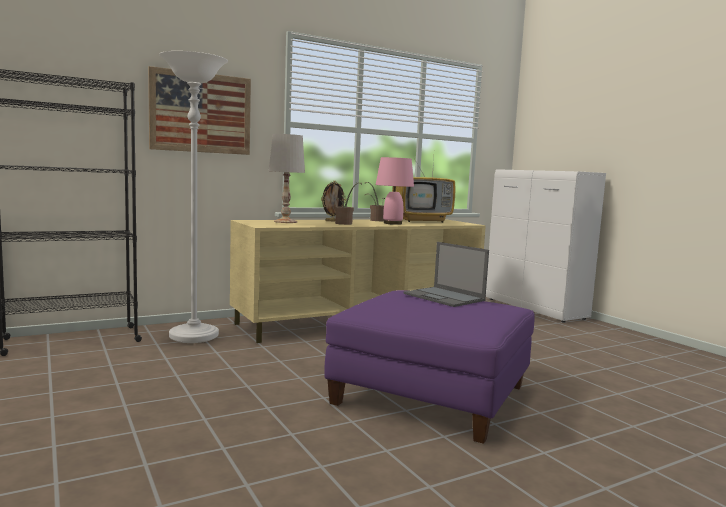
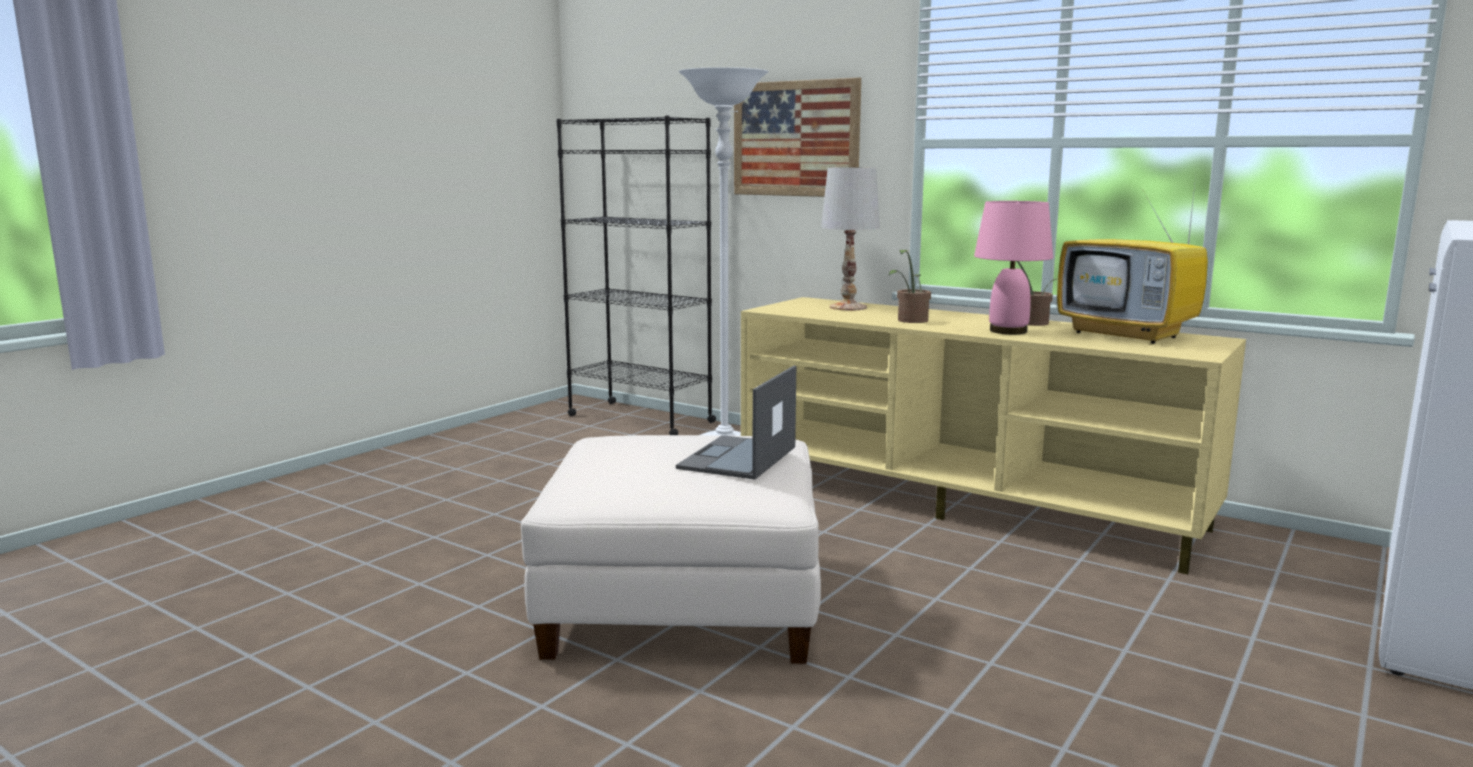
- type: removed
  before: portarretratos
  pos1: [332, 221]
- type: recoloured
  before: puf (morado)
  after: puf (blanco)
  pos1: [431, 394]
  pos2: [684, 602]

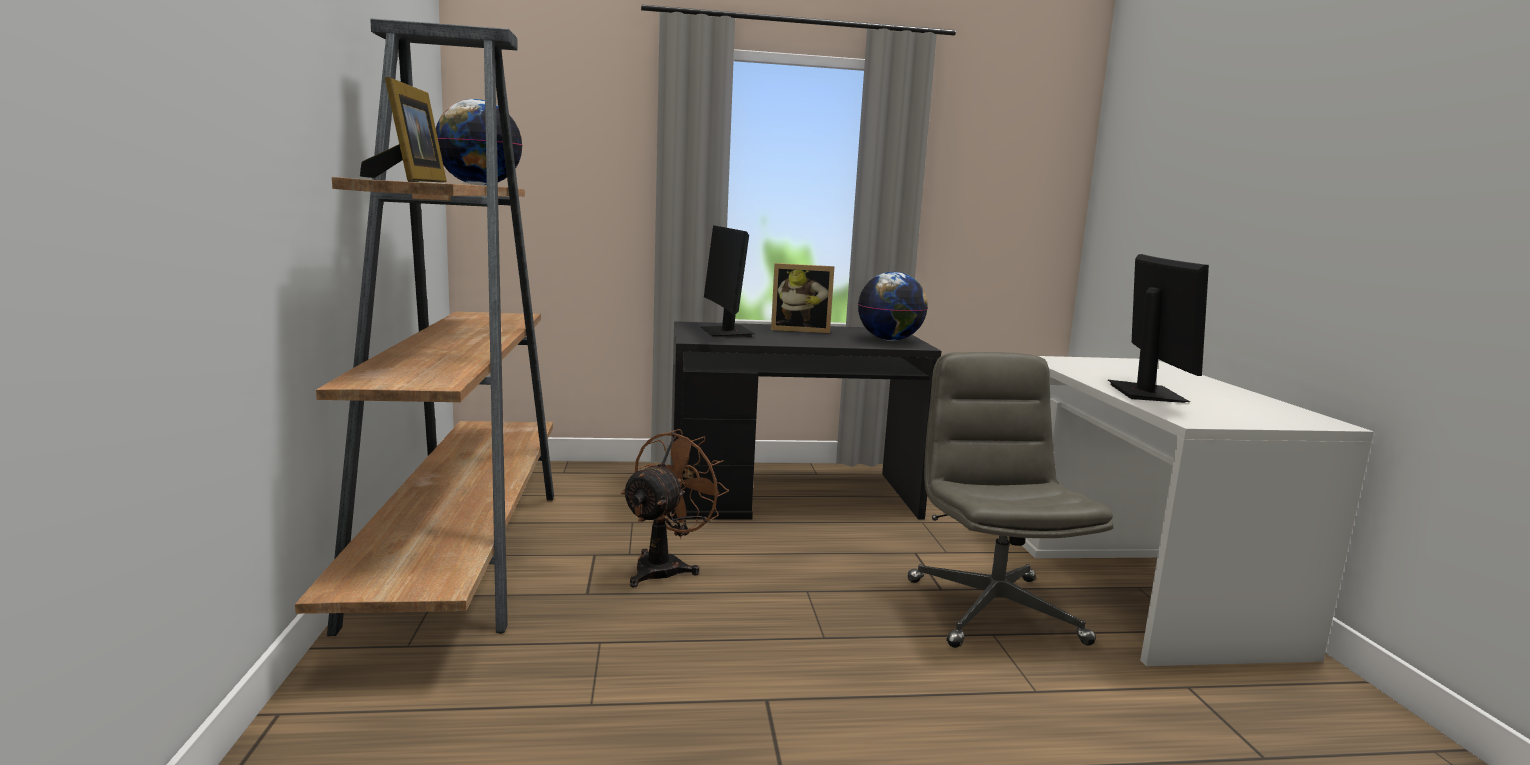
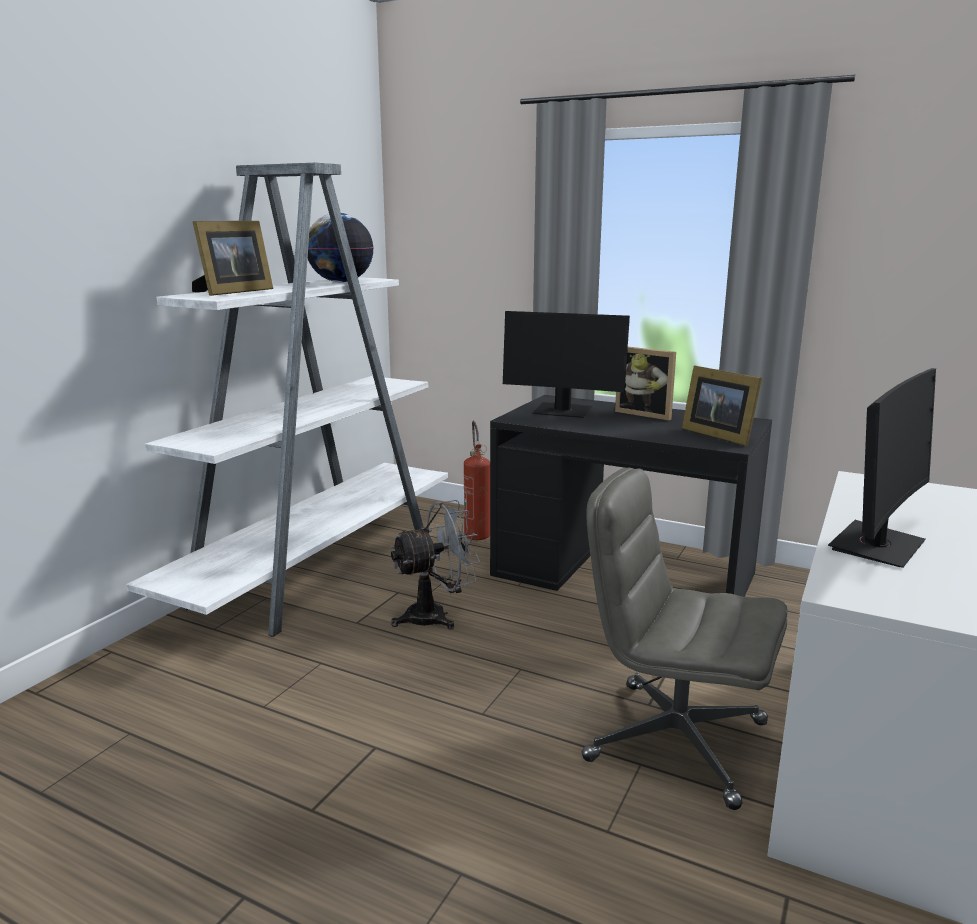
- type: added
  after: extintor
  pos2: [476, 533]
- type: replaced
  before: globo terráqueo
  after: portarretratos
  pos1: [890, 340]
  pos2: [717, 435]
- type: recoloured
  before: estantería (marrón)
  after: estantería (blanco)
  pos1: [463, 550]
  pos2: [318, 567]
- type: recoloured
  before: ventilador (marrón)
  after: ventilador (gris)
  pos1: [666, 567]
  pos2: [436, 616]
- type: turned
  before: monitor
  pos1: [726, 332]
  pos2: [562, 411]
  turn: -90
- type: turned
  before: silla de oficina (gris)
  pos1: [992, 610]
  pos2: [674, 741]
  turn: -90

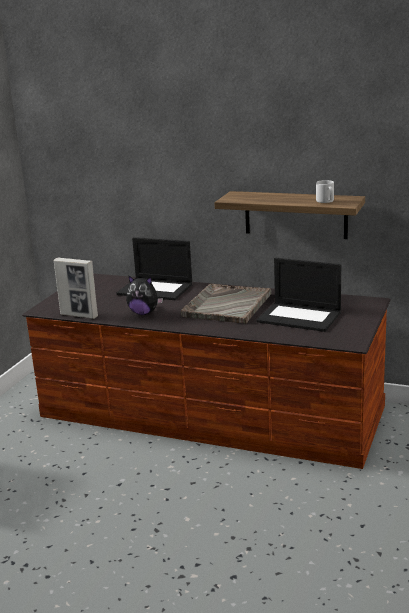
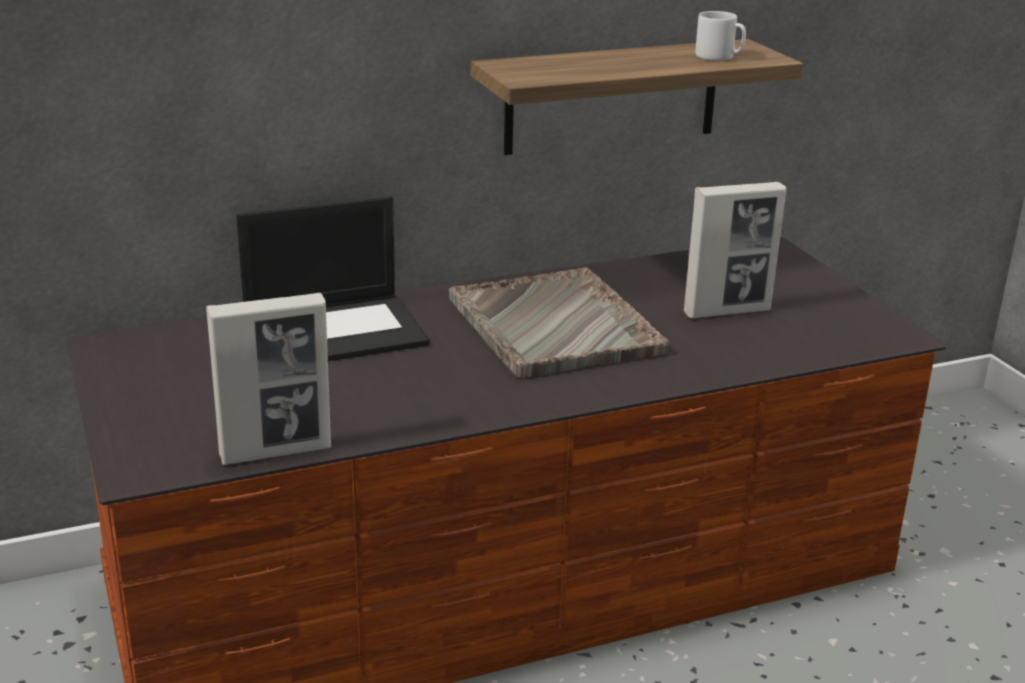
- type: removed
  before: peluche
  pos1: [144, 313]
- type: replaced
  before: portátil
  after: portarretratos
  pos1: [300, 317]
  pos2: [727, 311]

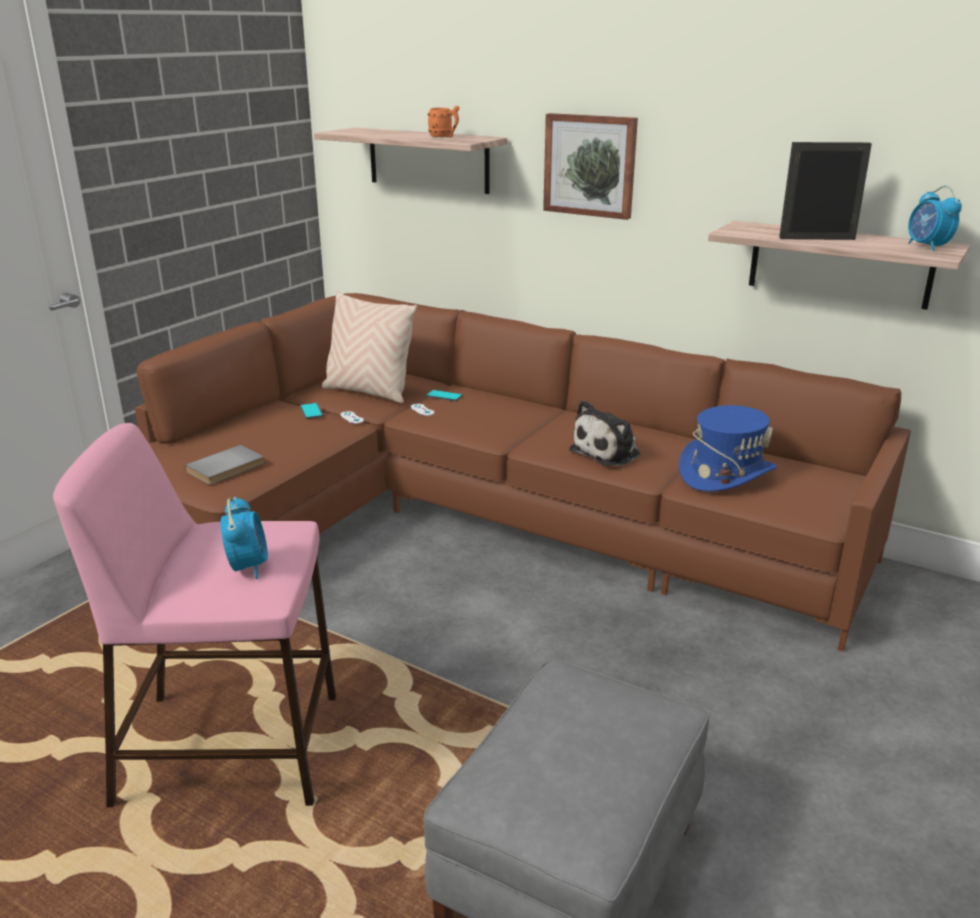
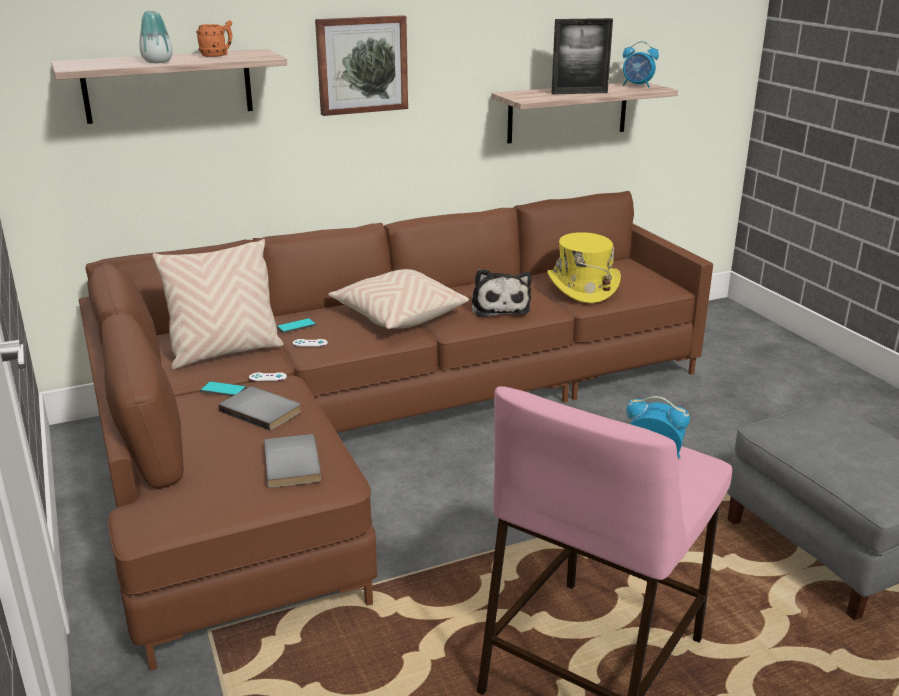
- type: added
  after: florero
  pos2: [157, 62]
- type: added
  after: libro (gris)
  pos2: [262, 410]
- type: added
  after: cojín (beis)
  pos2: [398, 316]
- type: recoloured
  before: sombrero (azul)
  after: sombrero (amarillo)
  pos1: [726, 473]
  pos2: [582, 287]
- type: turned
  before: portarretratos
  pos1: [817, 238]
  pos2: [579, 93]
  turn: -135

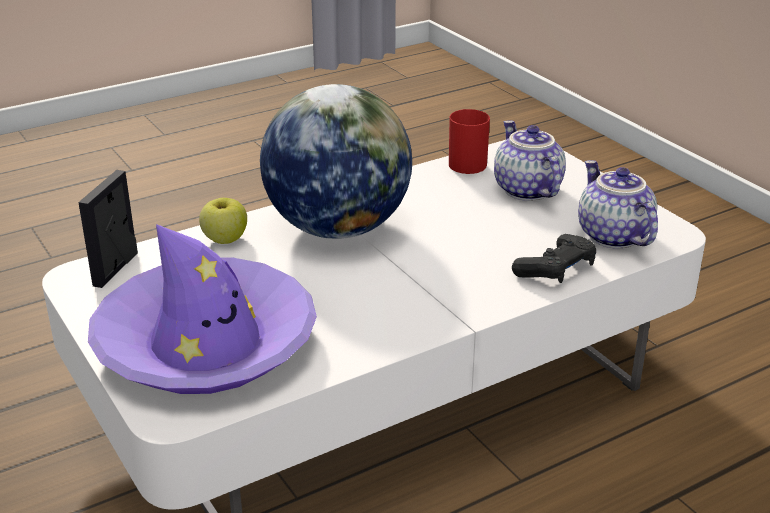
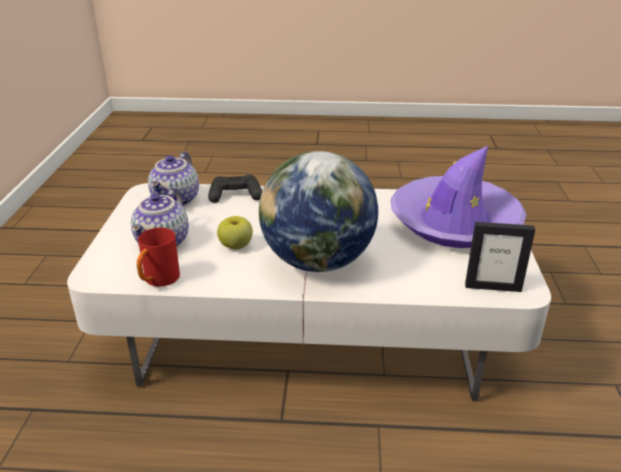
- type: moved
  before: manzana
  pos1: [225, 239]
  pos2: [236, 246]
- type: turned
  before: portarretratos
  pos1: [116, 269]
  pos2: [492, 287]
  turn: 45

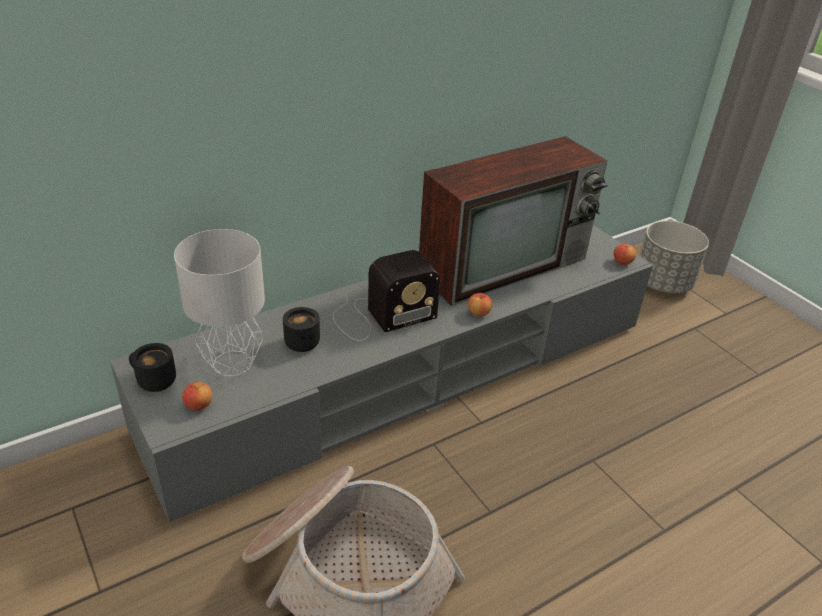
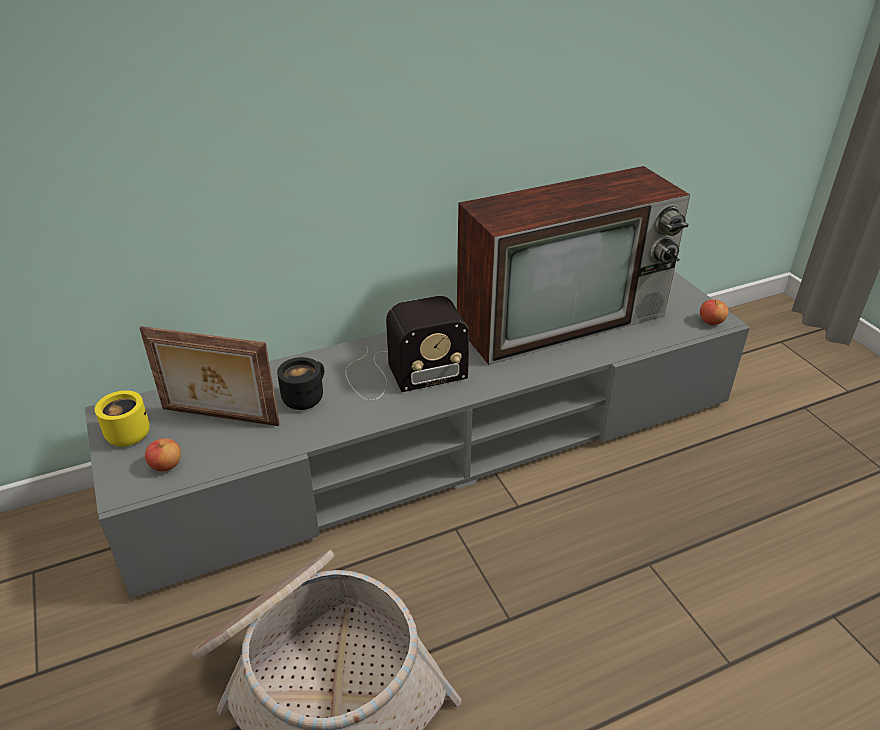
- type: removed
  before: manzana
  pos1: [478, 313]
- type: removed
  before: maceta (gris)
  pos1: [663, 283]
- type: replaced
  before: lámpara de mesa (gris)
  after: portarretratos
  pos1: [233, 362]
  pos2: [219, 418]
- type: recoloured
  before: taza grande (negro)
  after: taza grande (amarillo)
  pos1: [153, 381]
  pos2: [124, 434]

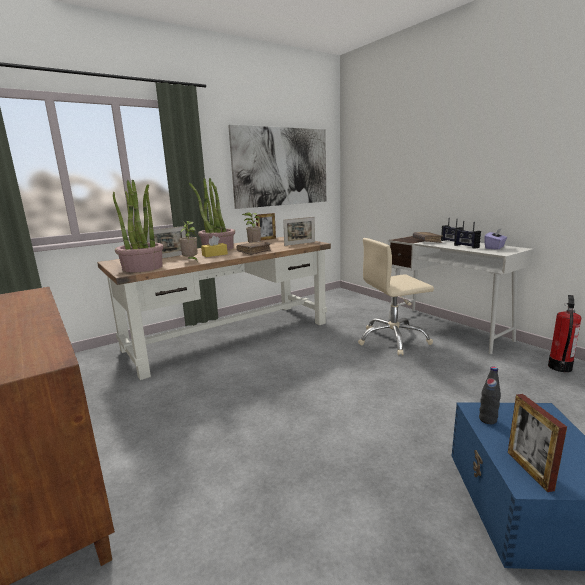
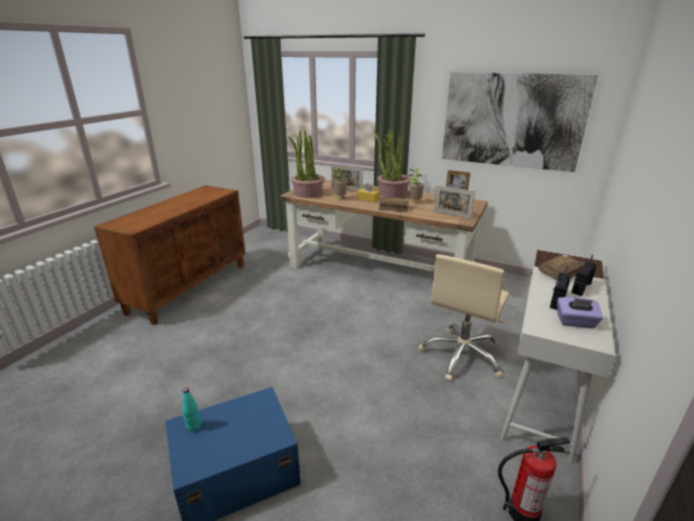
- type: removed
  before: botella (negro)
  pos1: [487, 420]
- type: replaced
  before: portarretratos
  after: botella (turquesa)
  pos1: [529, 470]
  pos2: [194, 427]
- type: turned
  before: silla de oficina (beis)
  pos1: [393, 340]
  pos2: [462, 356]
  turn: -105

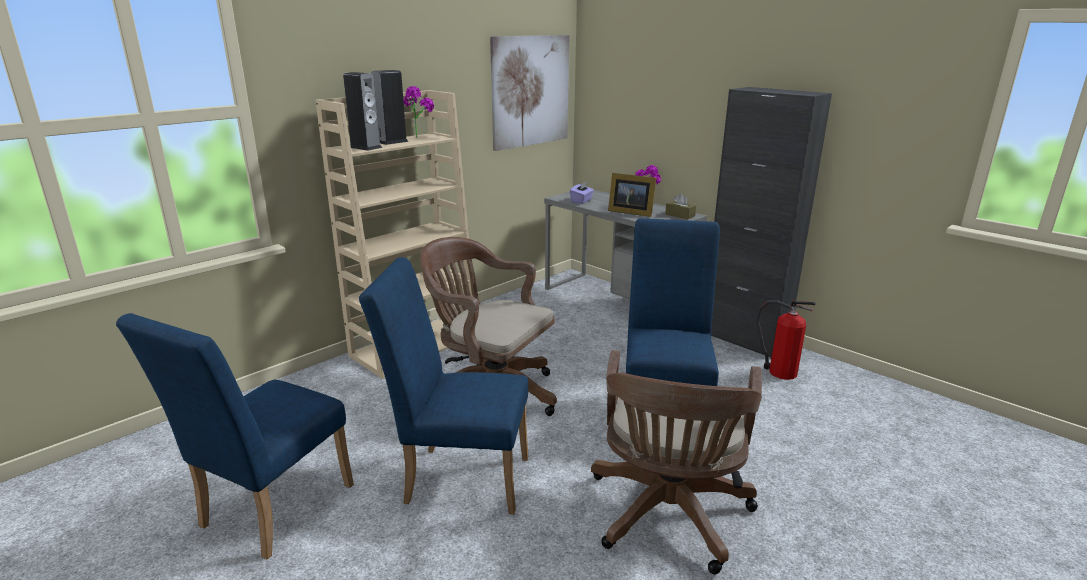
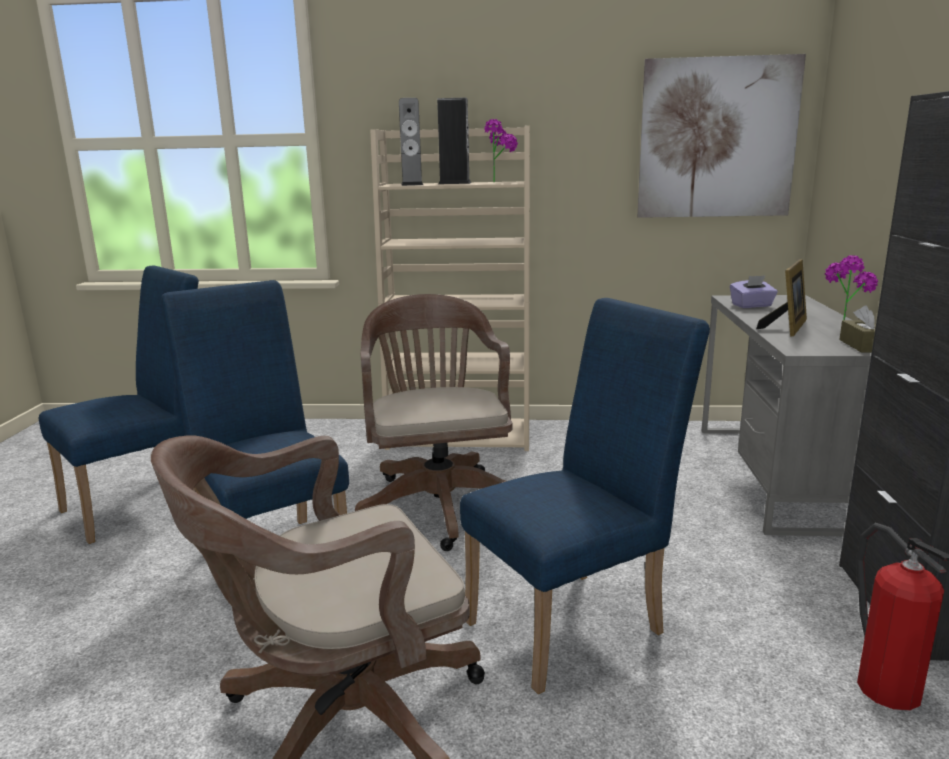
- type: turned
  before: silla (azul)
  pos1: [269, 511]
  pos2: [146, 502]
  turn: 150
- type: turned
  before: portarretratos
  pos1: [630, 212]
  pos2: [787, 327]
  turn: -135

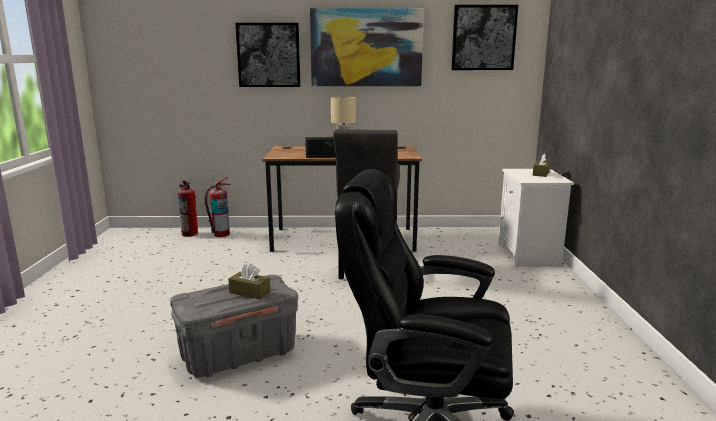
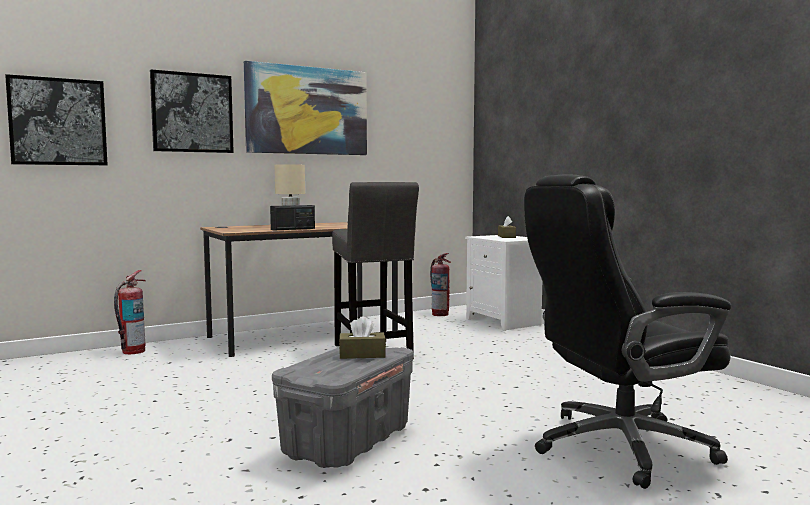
- type: moved
  before: extintor
  pos1: [190, 234]
  pos2: [440, 314]
- type: moved
  before: cuadro
  pos1: [483, 38]
  pos2: [58, 122]

